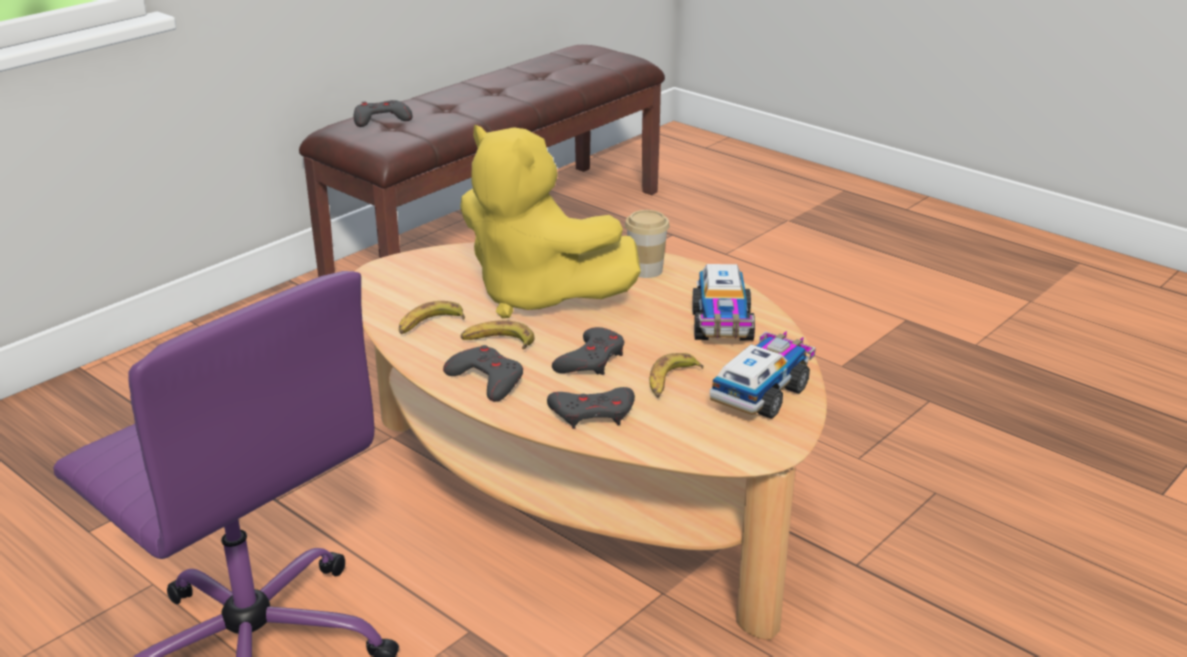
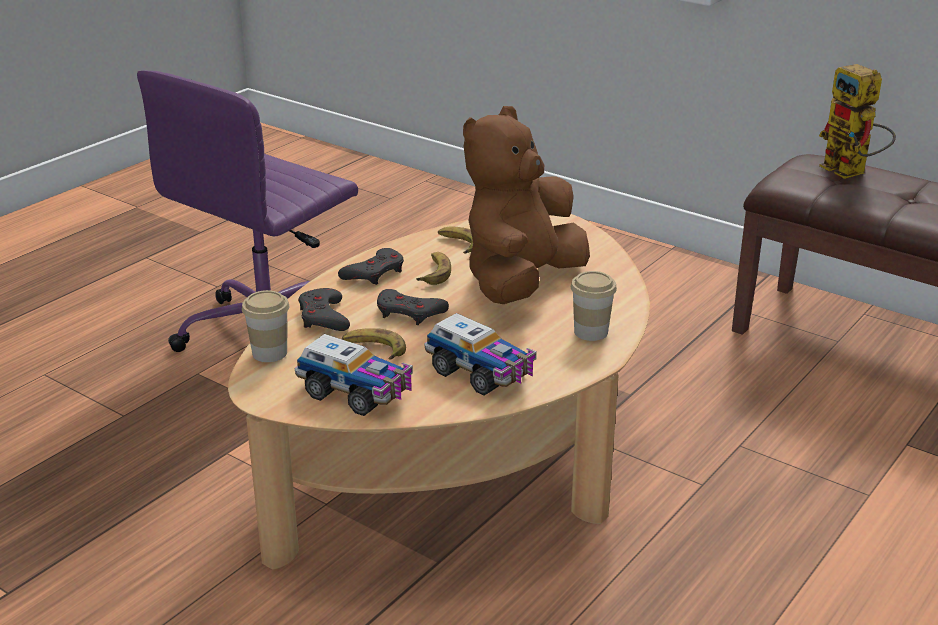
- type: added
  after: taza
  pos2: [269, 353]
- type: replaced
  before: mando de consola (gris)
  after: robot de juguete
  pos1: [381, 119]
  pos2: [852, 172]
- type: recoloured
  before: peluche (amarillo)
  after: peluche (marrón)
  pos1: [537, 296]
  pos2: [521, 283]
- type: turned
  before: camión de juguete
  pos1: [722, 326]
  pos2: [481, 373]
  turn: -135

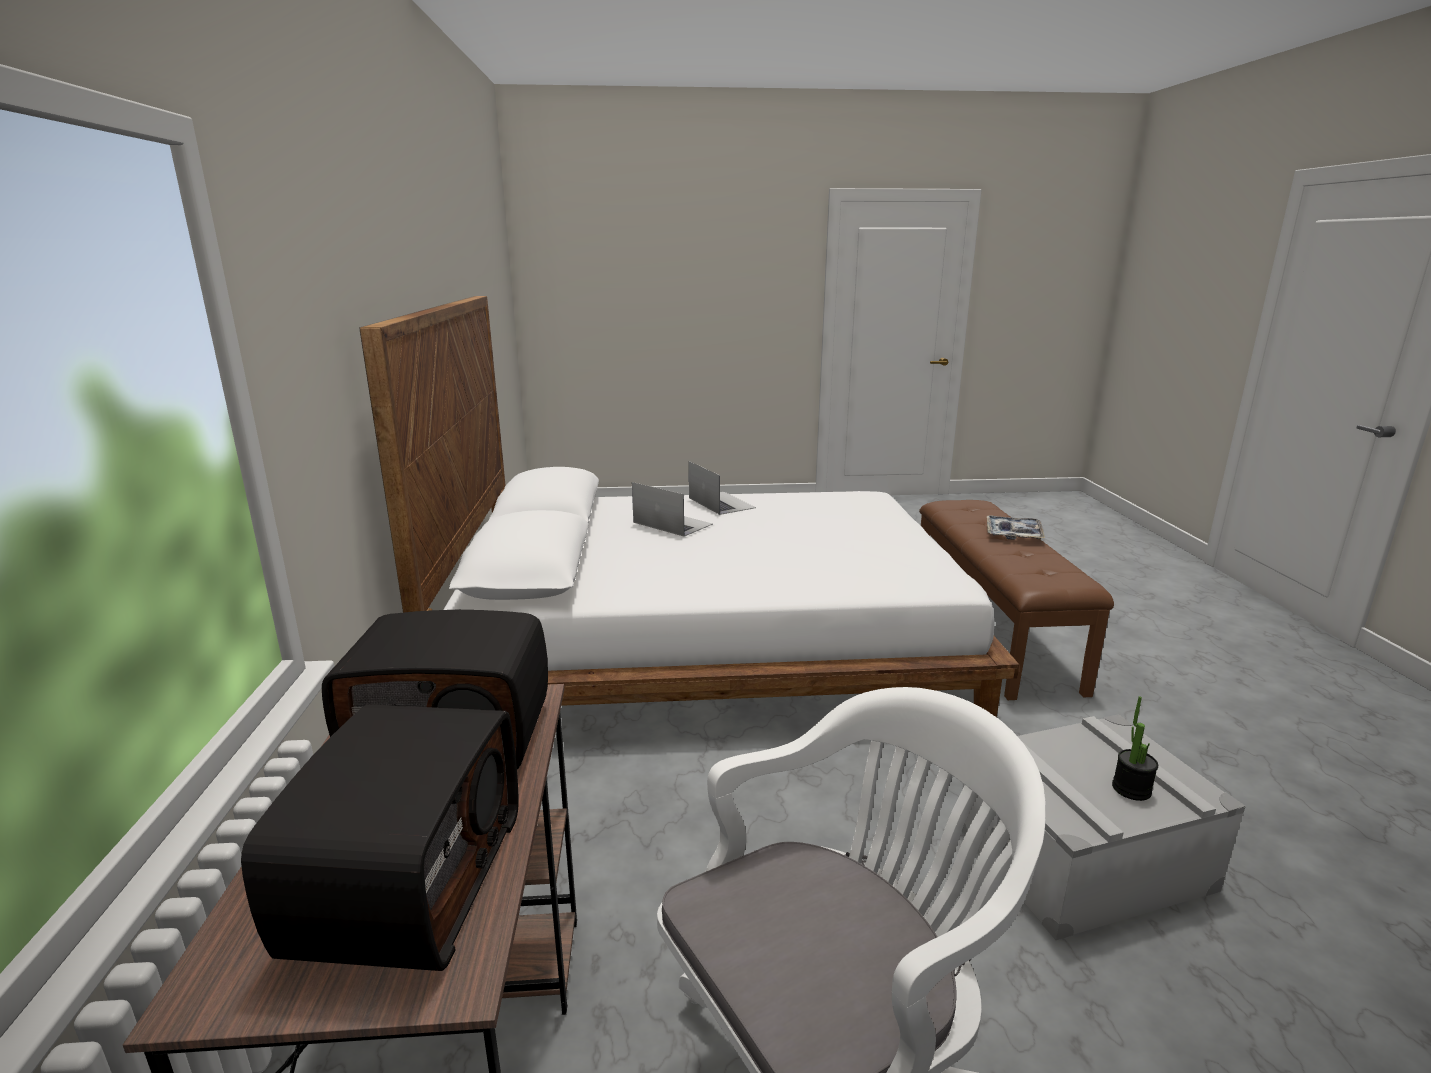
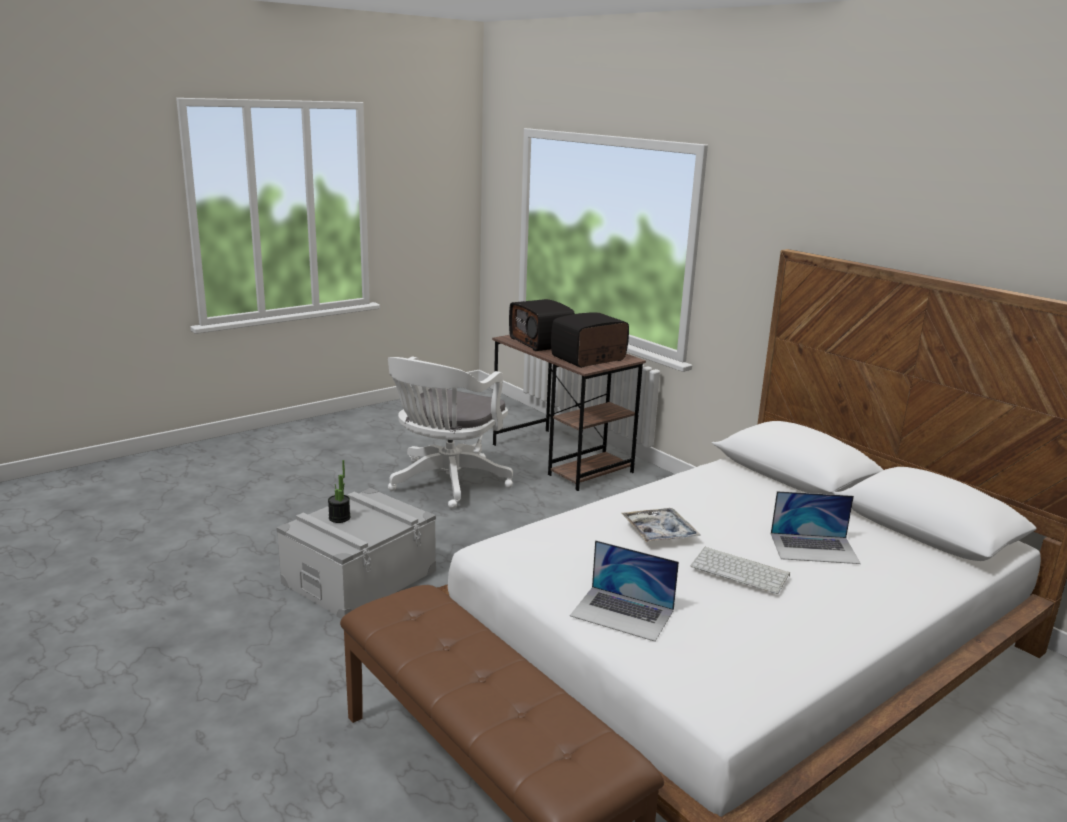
- type: added
  after: teclado
  pos2: [741, 571]
- type: moved
  before: portátil
  pos1: [721, 503]
  pos2: [622, 613]
- type: moved
  before: bandeja
  pos1: [1013, 534]
  pos2: [659, 532]

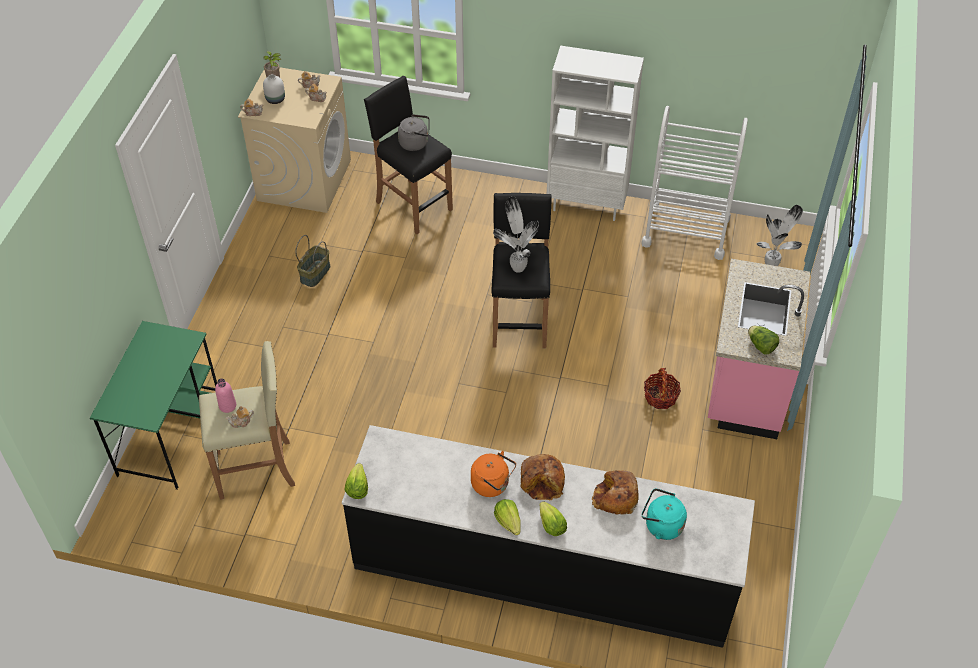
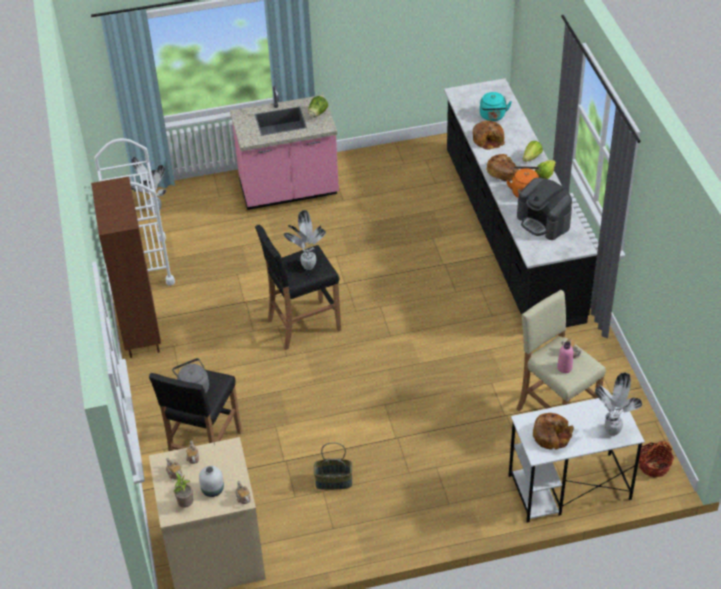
- type: removed
  before: lechuga
  pos1: [357, 488]
- type: added
  after: cafetera
  pos2: [544, 221]
- type: added
  after: pan
  pos2: [551, 435]
- type: added
  after: planta en maceta
  pos2: [611, 431]
- type: moved
  before: cesta
  pos1: [660, 397]
  pos2: [653, 466]
- type: recoloured
  before: escritorio (verde)
  after: escritorio (blanco)
  pos1: [170, 434]
  pos2: [568, 488]
- type: recoloured
  before: estantería (blanco)
  after: estantería (marrón)
  pos1: [587, 205]
  pos2: [140, 333]

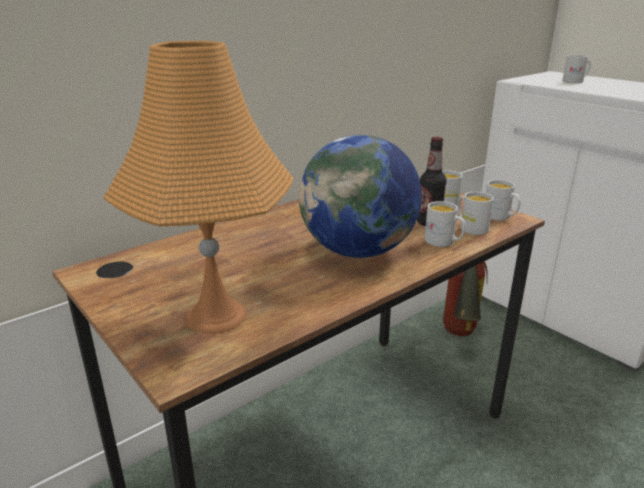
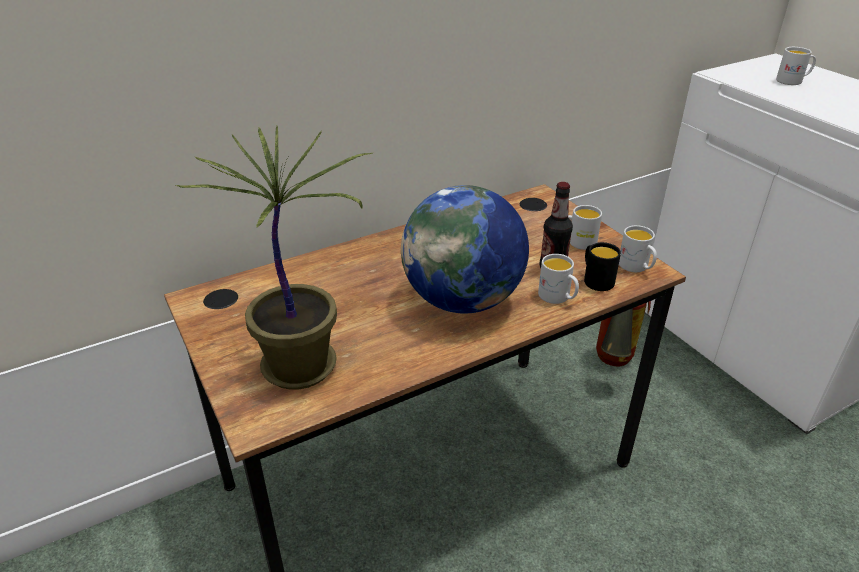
- type: replaced
  before: lámpara de mesa (naranja)
  after: planta en maceta
  pos1: [216, 316]
  pos2: [303, 367]
- type: recoloured
  before: taza grande (blanco)
  after: taza grande (negro)
  pos1: [470, 227]
  pos2: [595, 279]

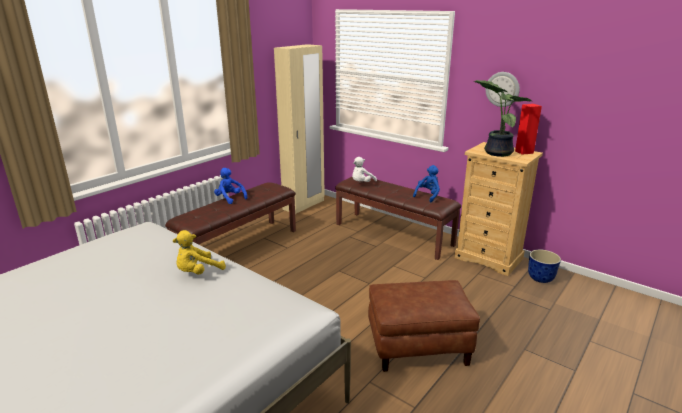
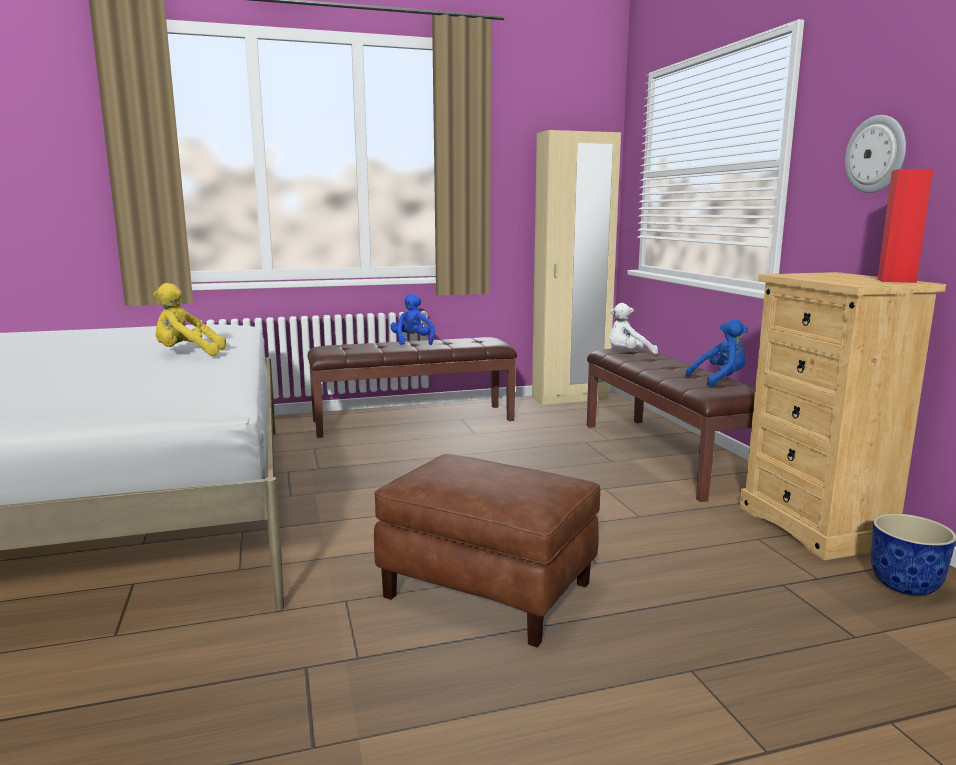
- type: removed
  before: planta en maceta
  pos1: [496, 152]

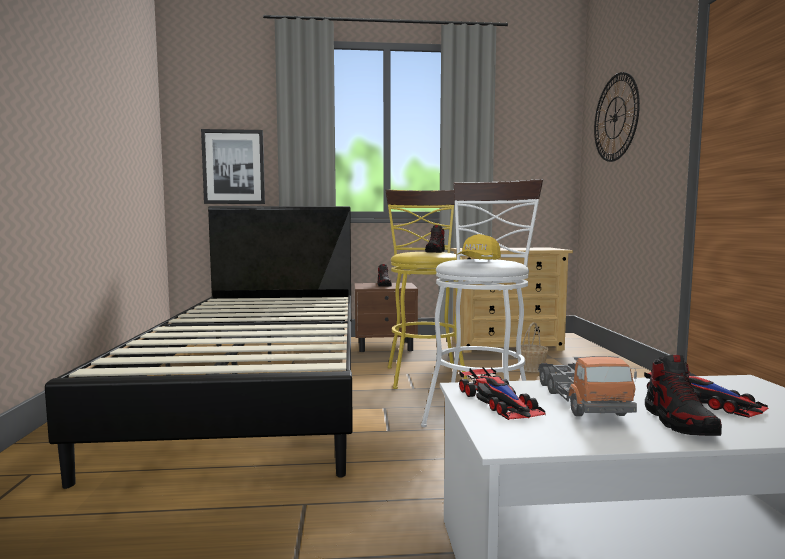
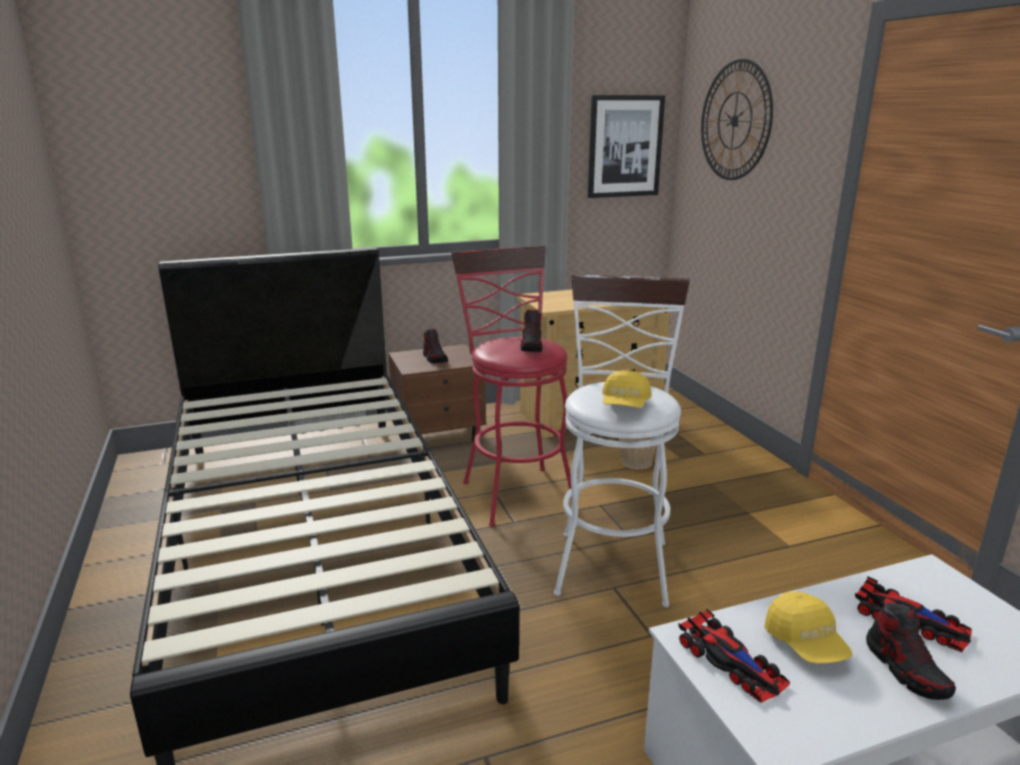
- type: moved
  before: cuadro
  pos1: [233, 167]
  pos2: [624, 146]
- type: replaced
  before: camión de juguete
  after: gorra (amarillo)
  pos1: [580, 401]
  pos2: [805, 644]
- type: recoloured
  before: taburete (amarillo)
  after: taburete (rojo)
  pos1: [424, 374]
  pos2: [514, 490]

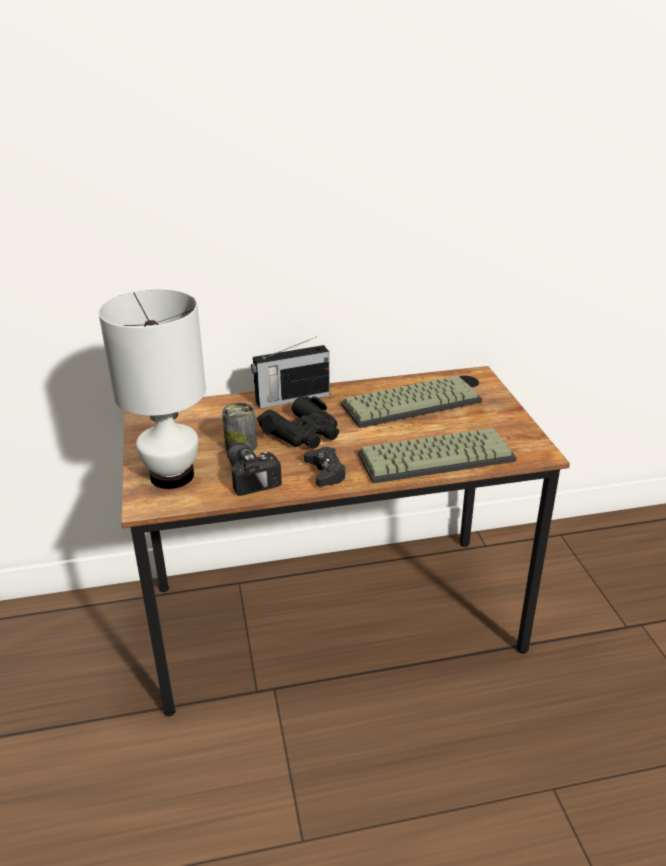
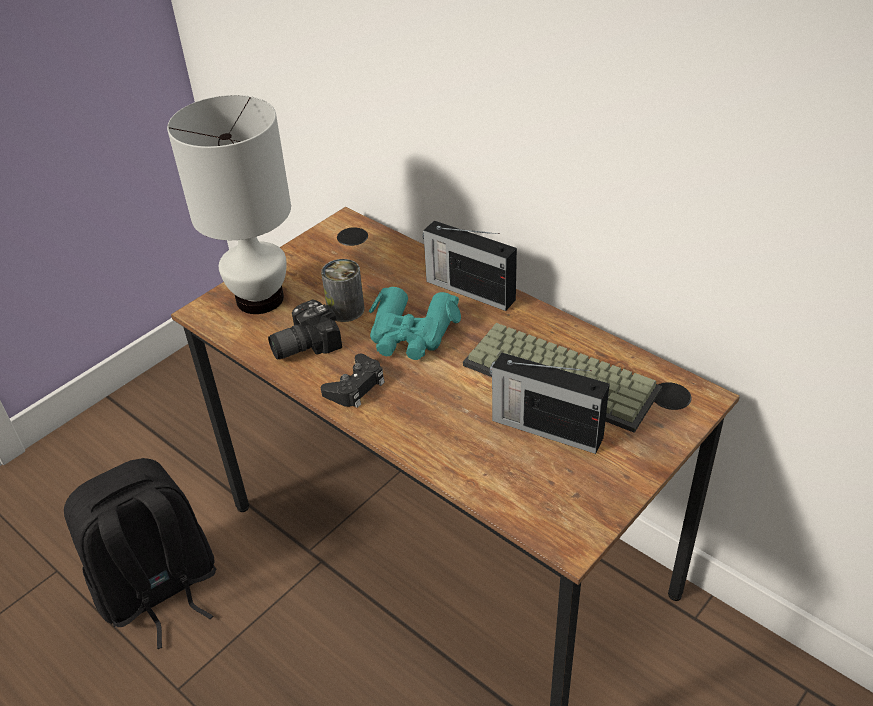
- type: removed
  before: teclado
  pos1: [437, 456]
- type: added
  after: mochila (negro)
  pos2: [159, 590]
- type: added
  after: radio
  pos2: [545, 428]
- type: recoloured
  before: prismáticos (negro)
  after: prismáticos (turquesa)
  pos1: [303, 433]
  pos2: [411, 334]
- type: turned
  before: cámara
  pos1: [252, 476]
  pos2: [303, 344]
  turn: -150

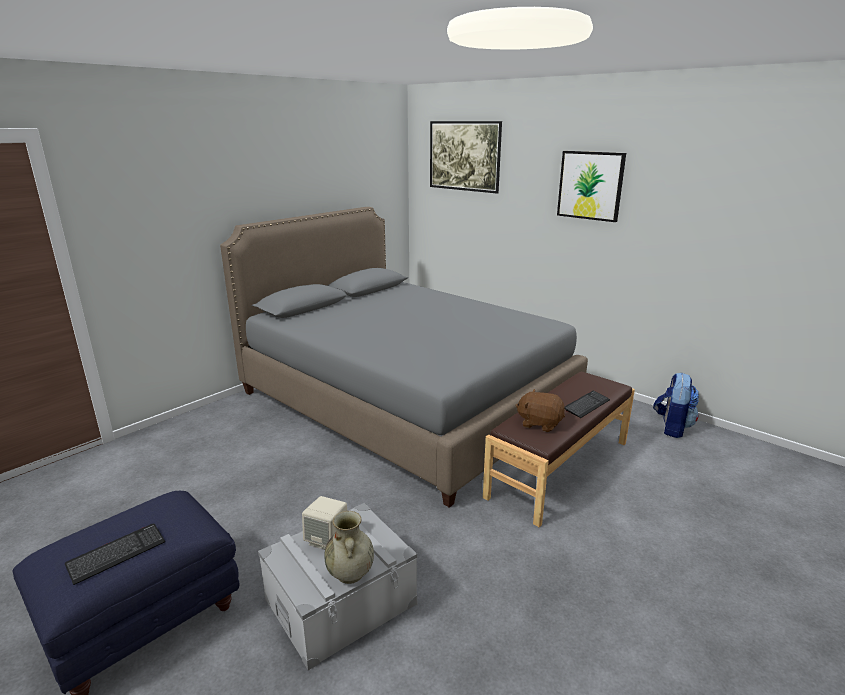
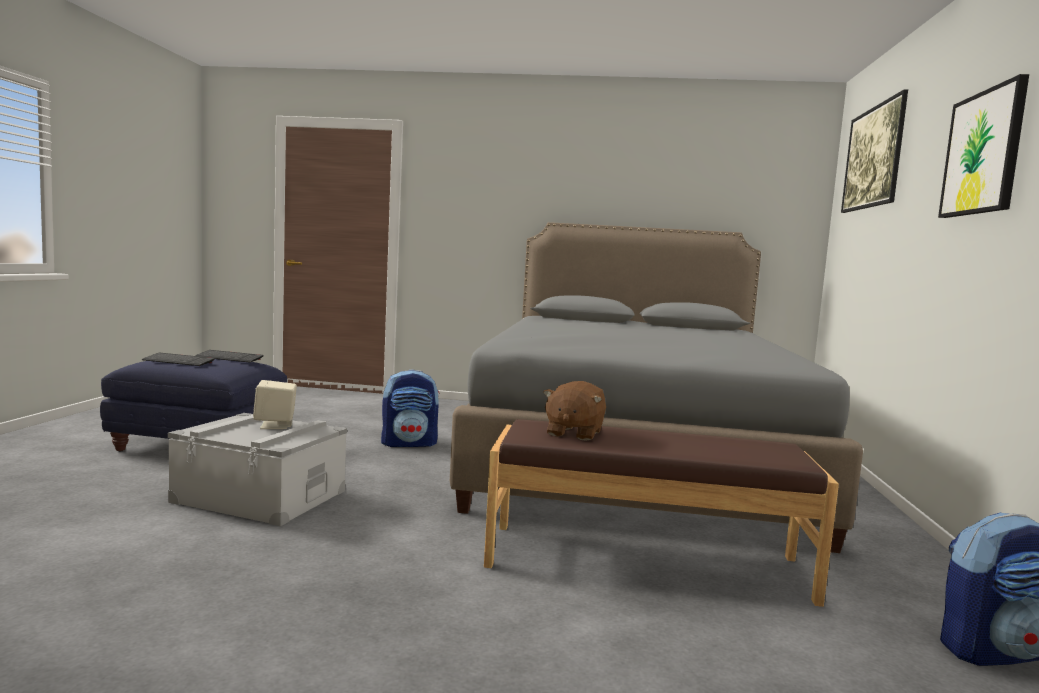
- type: removed
  before: florero (beis)
  pos1: [350, 574]
- type: added
  after: mochila
  pos2: [409, 443]
- type: moved
  before: teclado
  pos1: [586, 405]
  pos2: [229, 358]
- type: turned
  before: peluche (marrón)
  pos1: [539, 423]
  pos2: [573, 433]
  turn: -150

